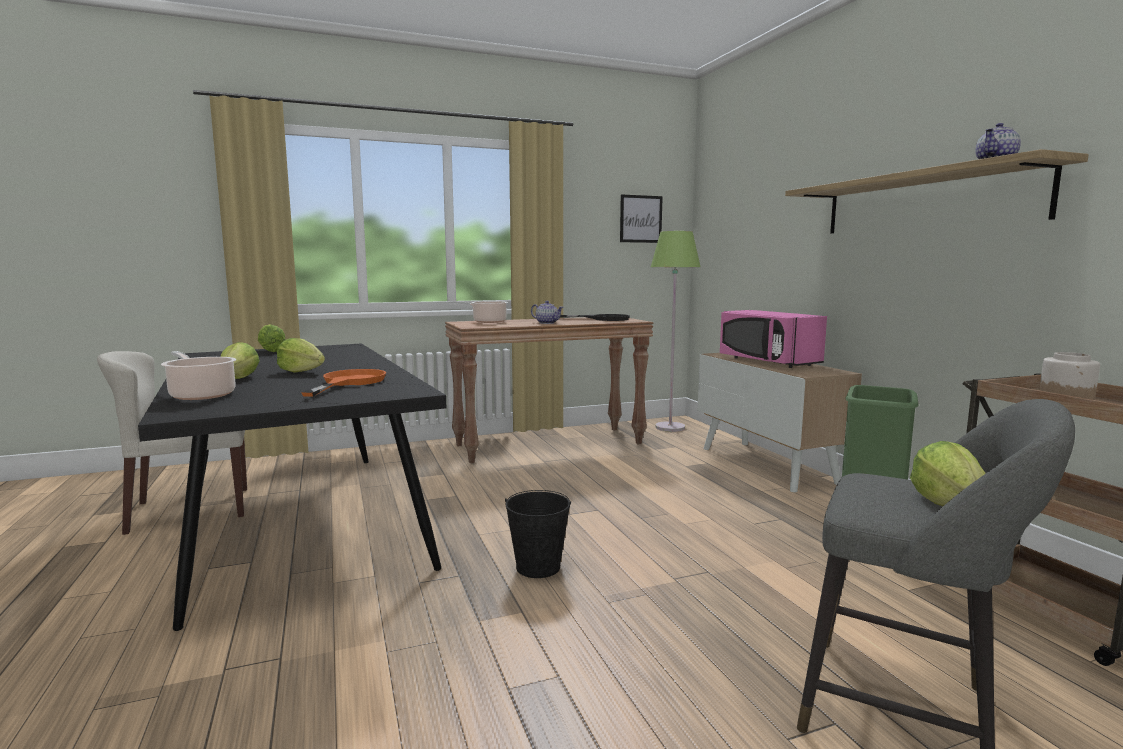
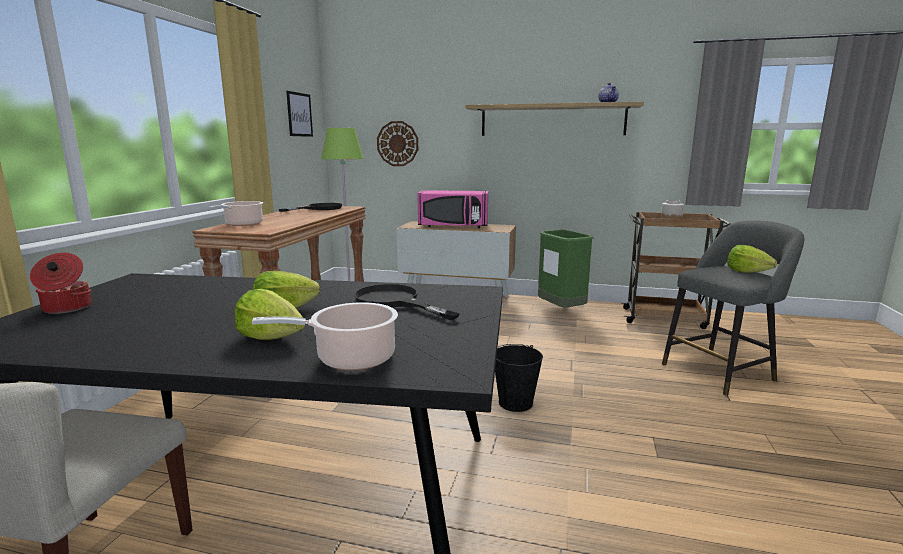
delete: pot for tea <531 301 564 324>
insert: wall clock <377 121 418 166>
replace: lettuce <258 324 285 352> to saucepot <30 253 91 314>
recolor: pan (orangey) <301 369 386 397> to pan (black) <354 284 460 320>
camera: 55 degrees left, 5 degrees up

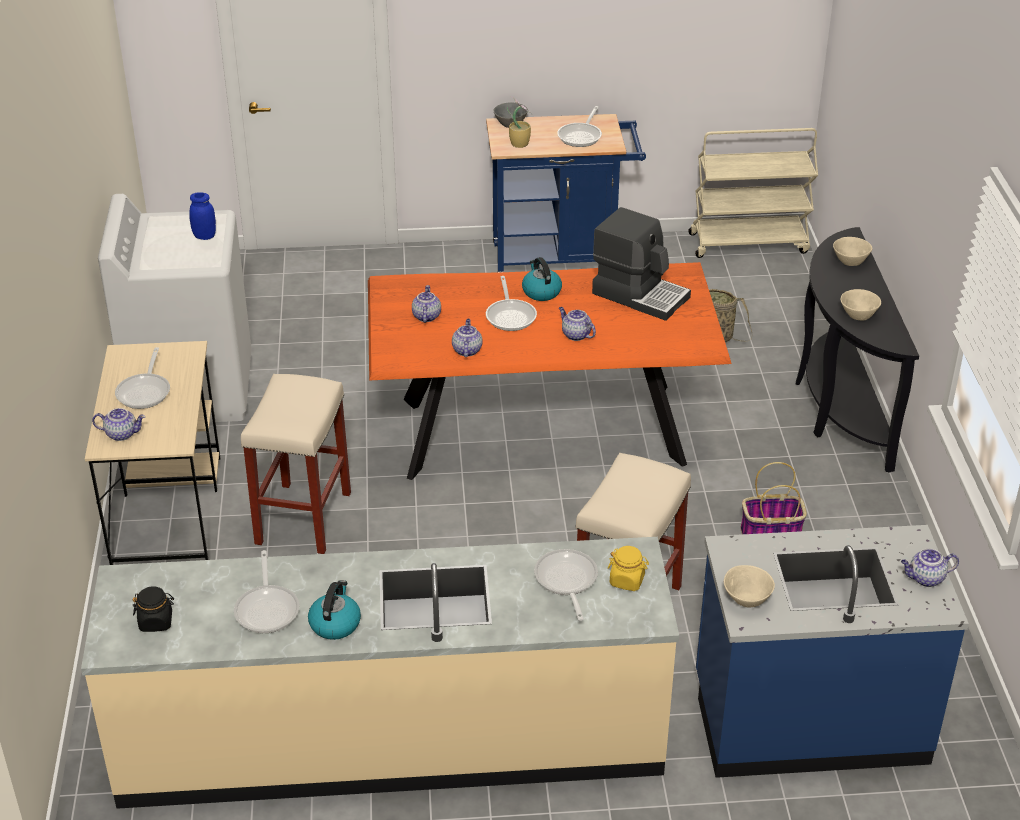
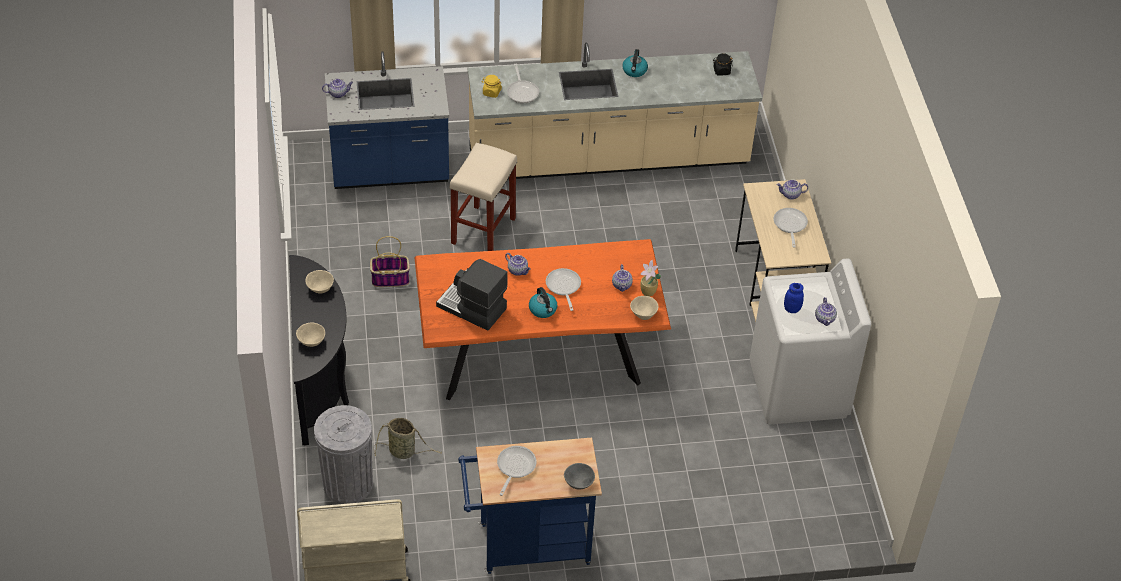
delete: pan <234 550 300 633>; stool (sand-coloured) <241 374 351 554>
insert: rubbish bin (grey) <314 405 373 504>
move: serving bowl (sand-coloured) <724 565 775 608> to <630 296 658 320>; plant in a pot <507 96 532 148> to <640 259 661 296>; pot for tea <452 319 482 357> to <815 297 837 326>
camera: 175 degrees right, 10 degrees up

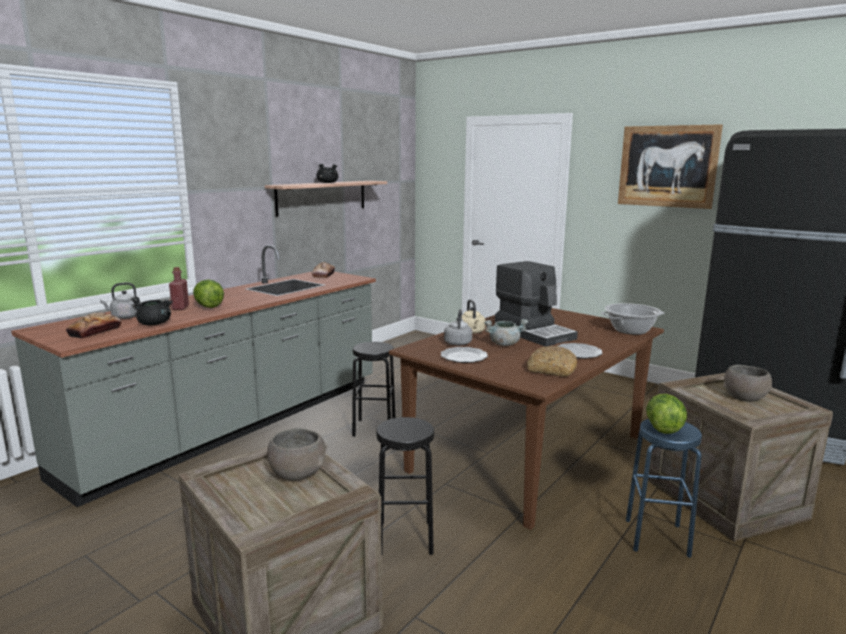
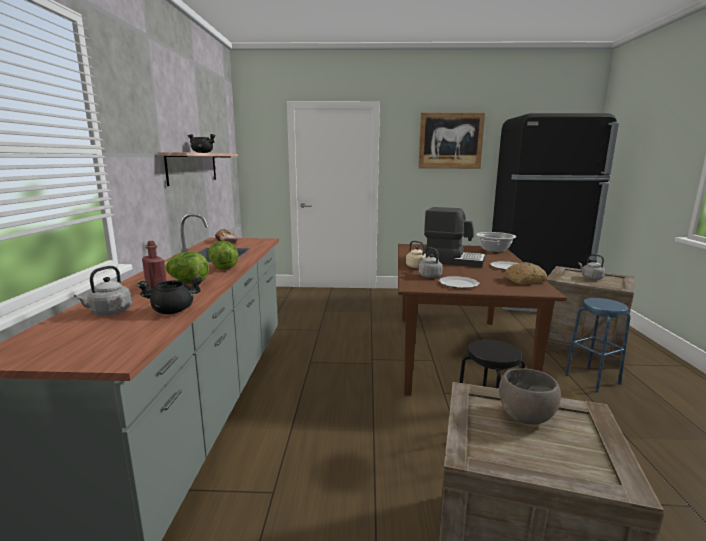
delete: bread <66 312 121 339>; stool (black) <352 342 395 437>; saucepot (grey) <484 319 528 346>
move: lettuce <646 394 687 434> to <208 240 239 270>
replace: serving bowl (grey) <724 365 772 402> to kettle (grey) <579 254 605 280>
camera: 35 degrees left, 0 degrees up

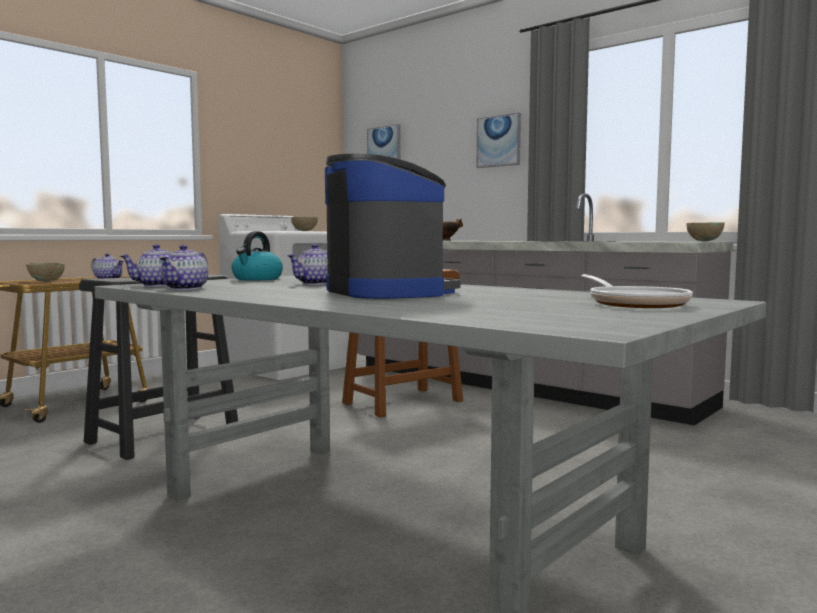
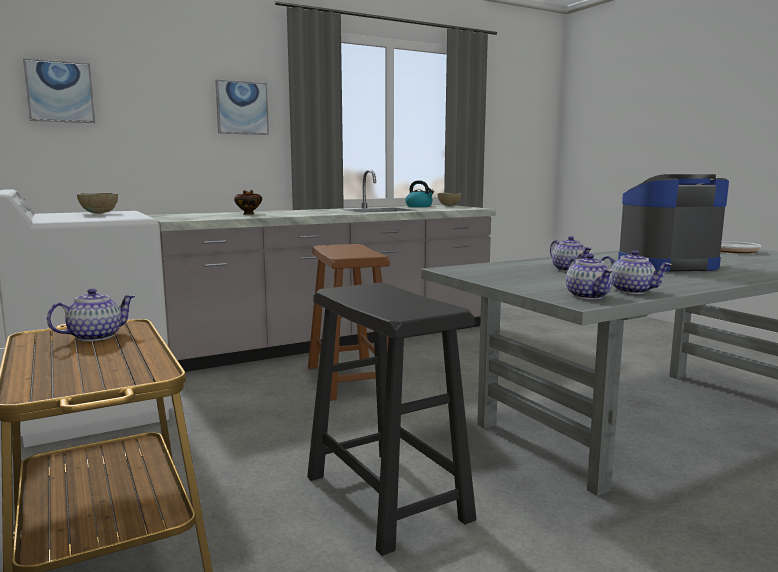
delete: serving bowl (sand-coloured) <26 263 65 282>
move: kettle <232 231 283 280> to <405 180 434 207>
camera: 70 degrees left, 5 degrees up

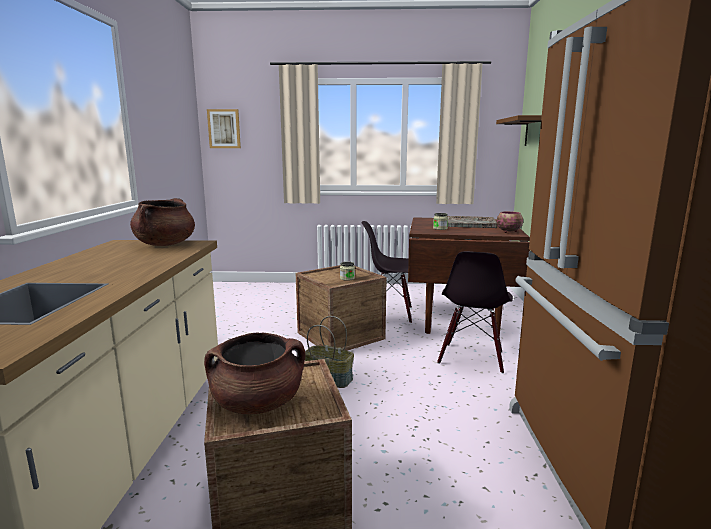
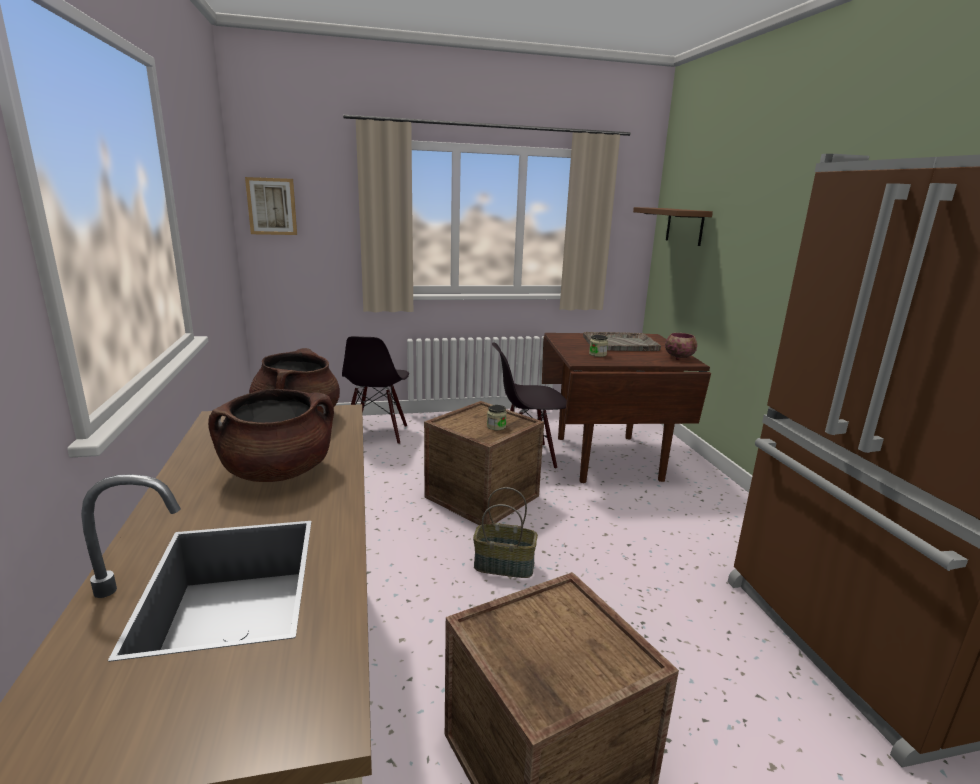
move: saucepot (brown-coloured) <204 332 306 414> to <208 389 334 482>; plain chair (black) <437 251 513 374> to <342 336 409 444>
camera: 15 degrees left, 5 degrees up

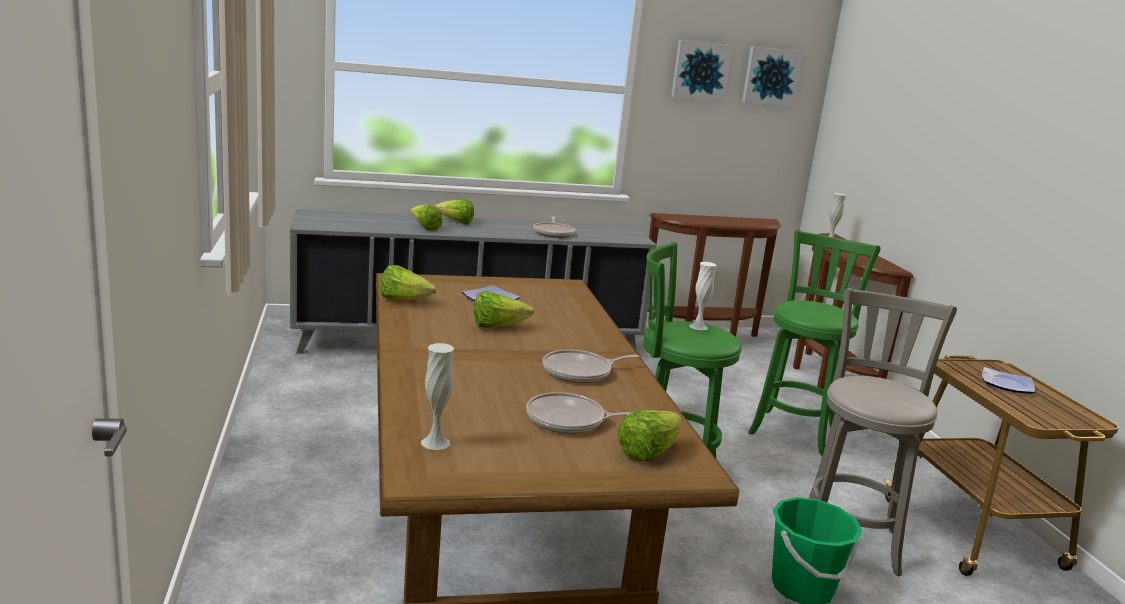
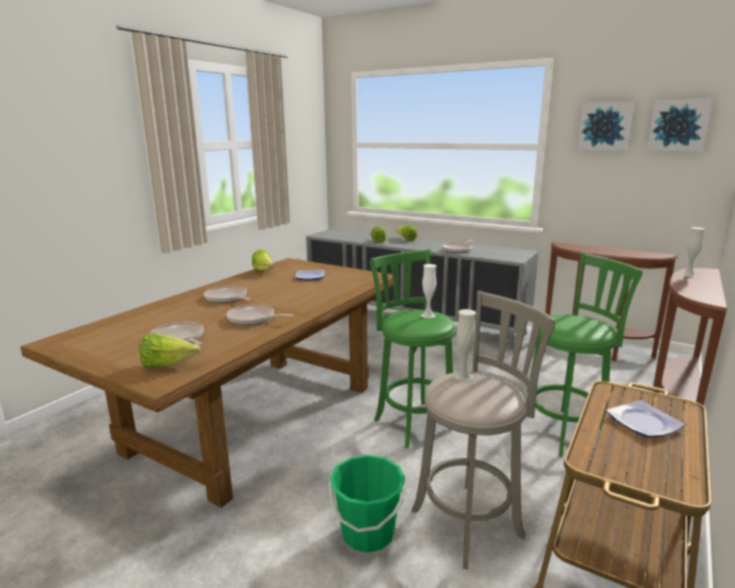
delete: lettuce <474 291 534 328>
insert: pan <204 286 251 303>
move: vase (white) <421 343 454 450> to <453 309 476 381>
camera: 45 degrees right, 0 degrees up

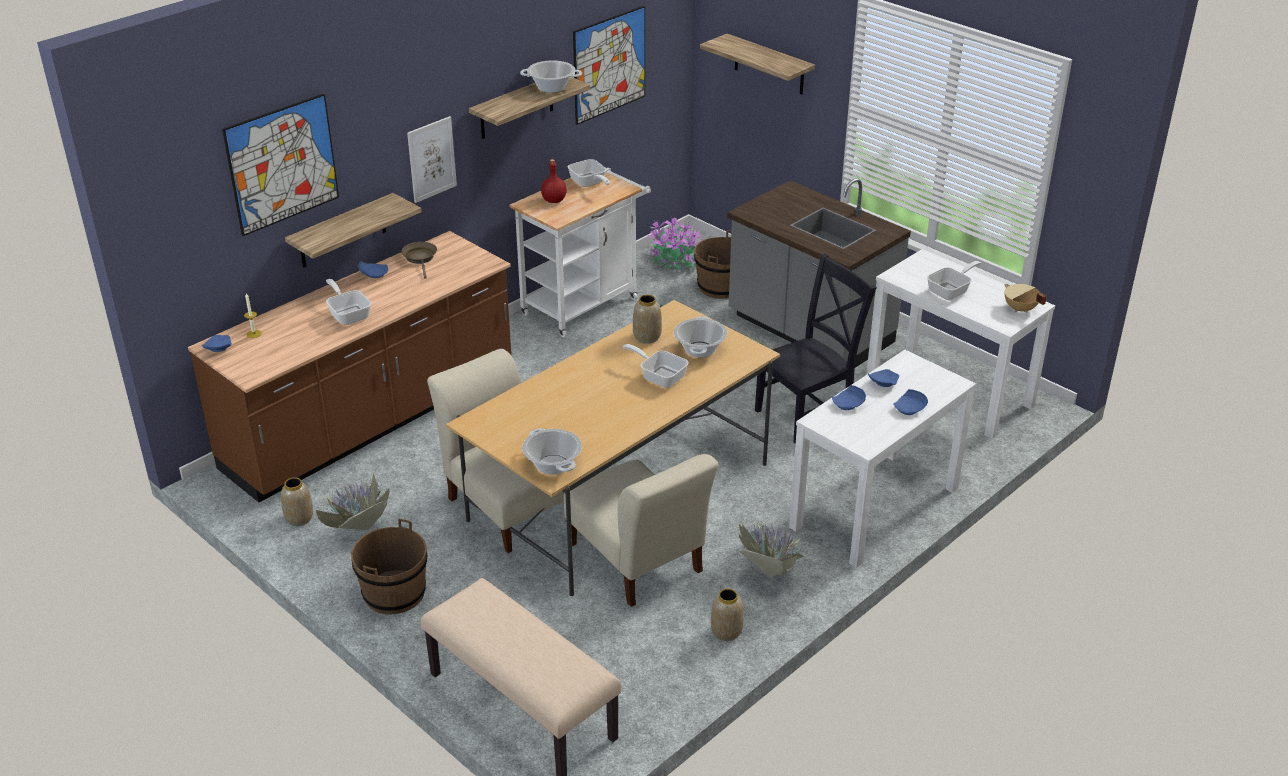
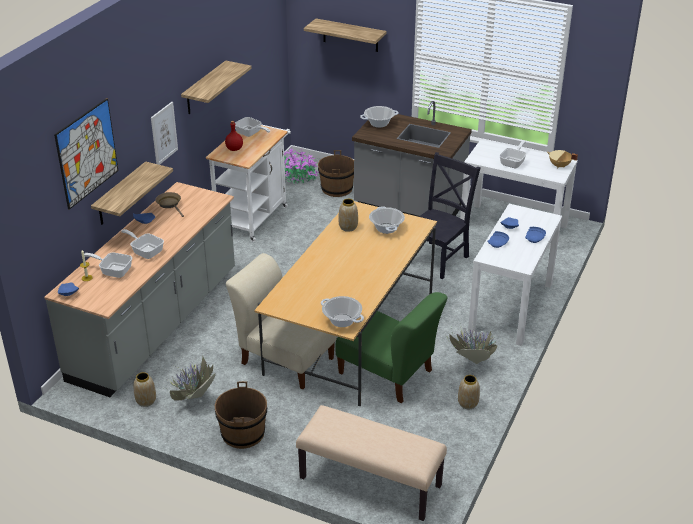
delete: picture <573 5 645 125>
move: pan <623 344 688 388> to <84 252 132 278>; saucepot <520 60 582 93> to <360 106 399 128>
recolor: counter (brown-coloured) <188 231 511 502> to counter (grey) <44 182 235 397>; plain chair (sand-coloured) <564 454 718 607> to plain chair (green-coloured) <336 292 447 403>
camera: 20 degrees left, 0 degrees up

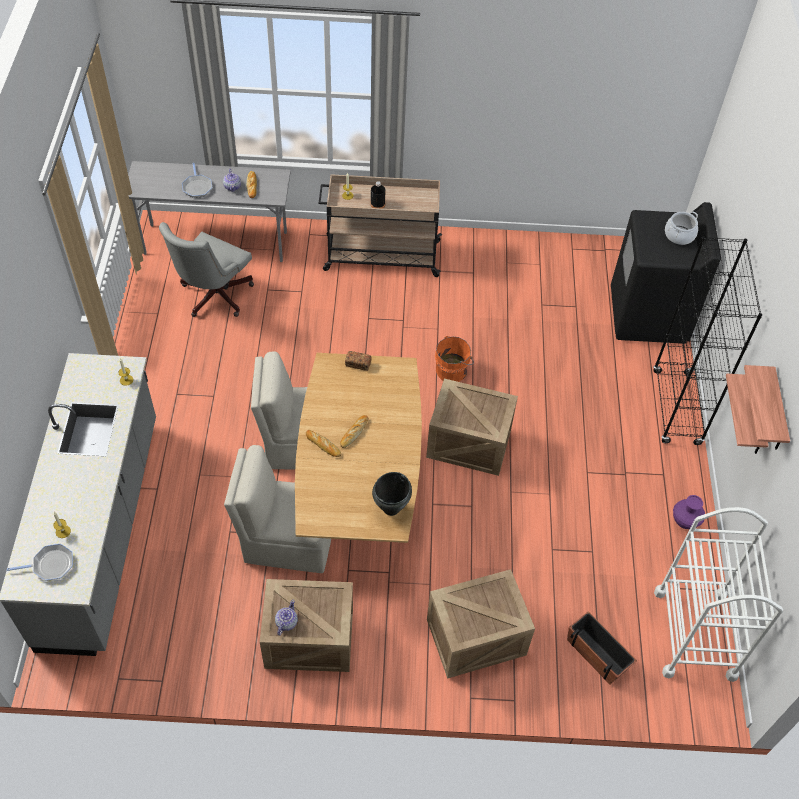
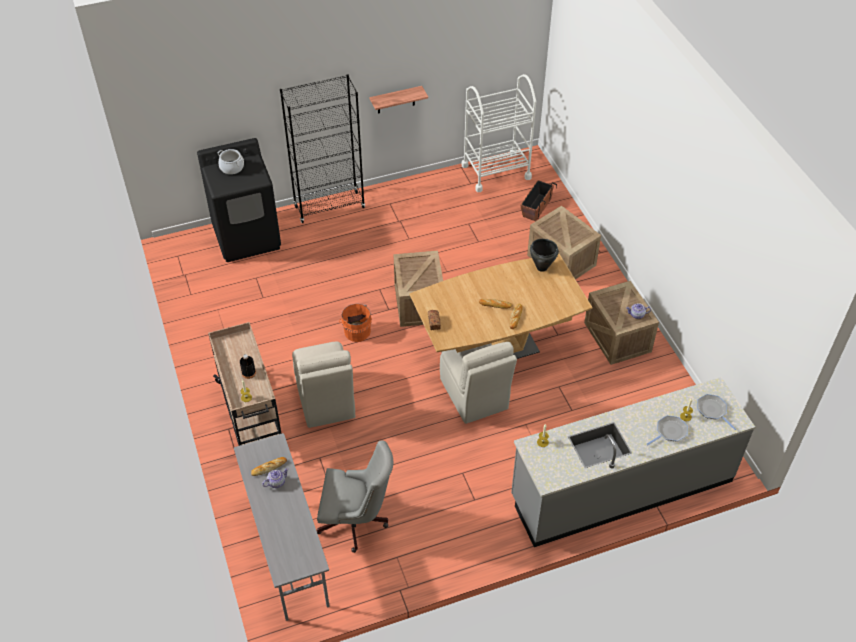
delete: vase (purple) <673 495 705 529>; shelf <744 365 790 450>
move: plain chair (sand-coloured) <224 445 331 573> to <292 341 355 428>; pan <182 163 212 198> to <647 415 688 445>
camera: 110 degrees left, 5 degrees down

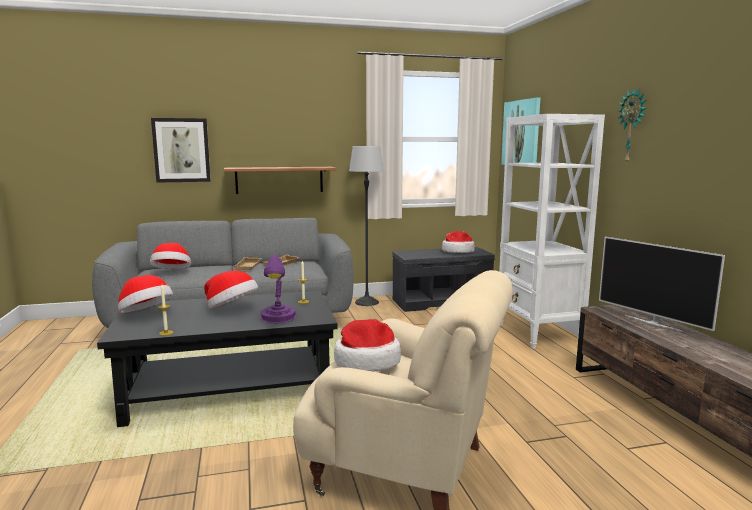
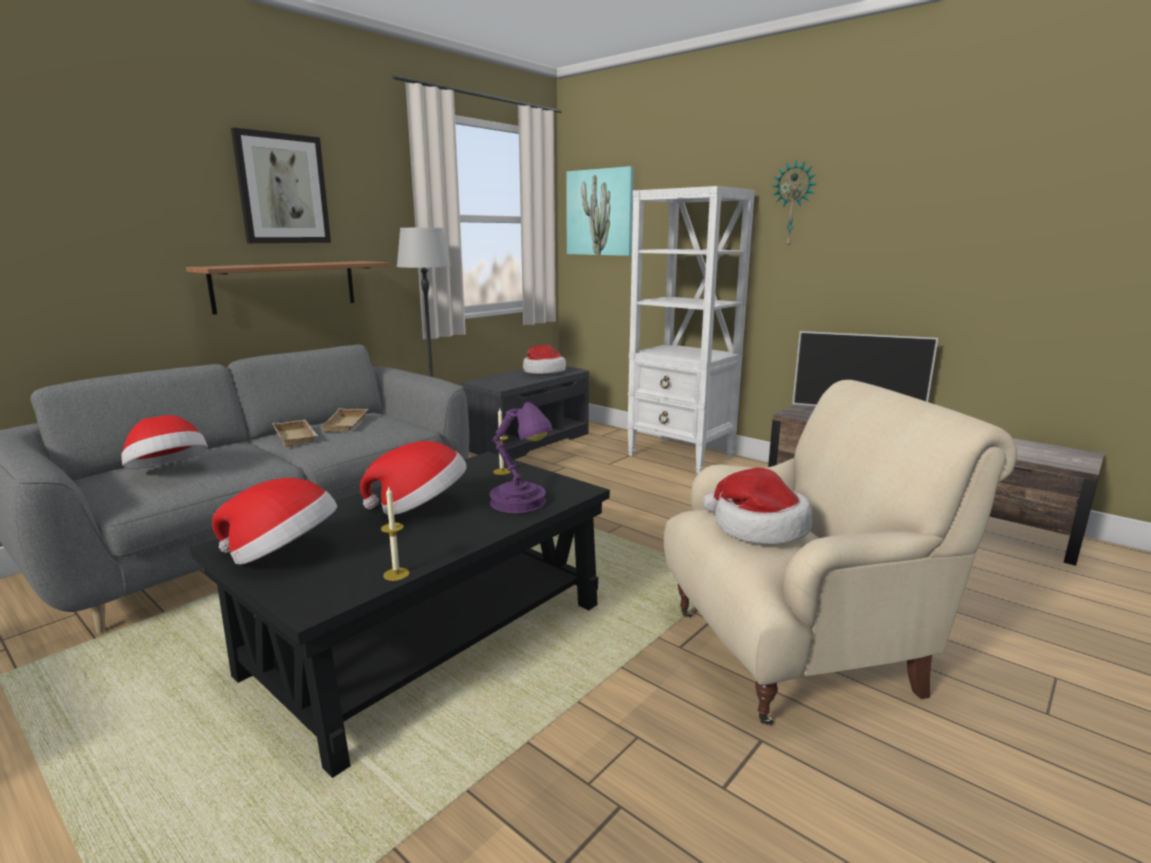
move: picture <151 118 211 183> to <231 128 331 243>
camera: 35 degrees left, 5 degrees up

